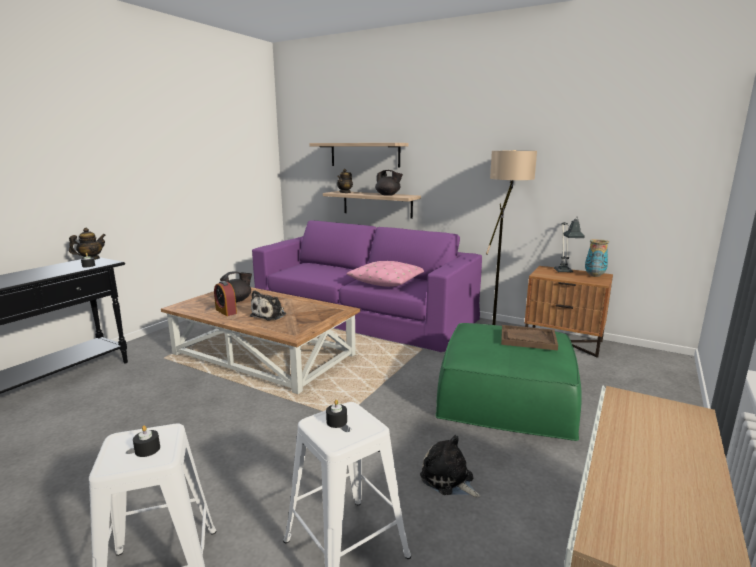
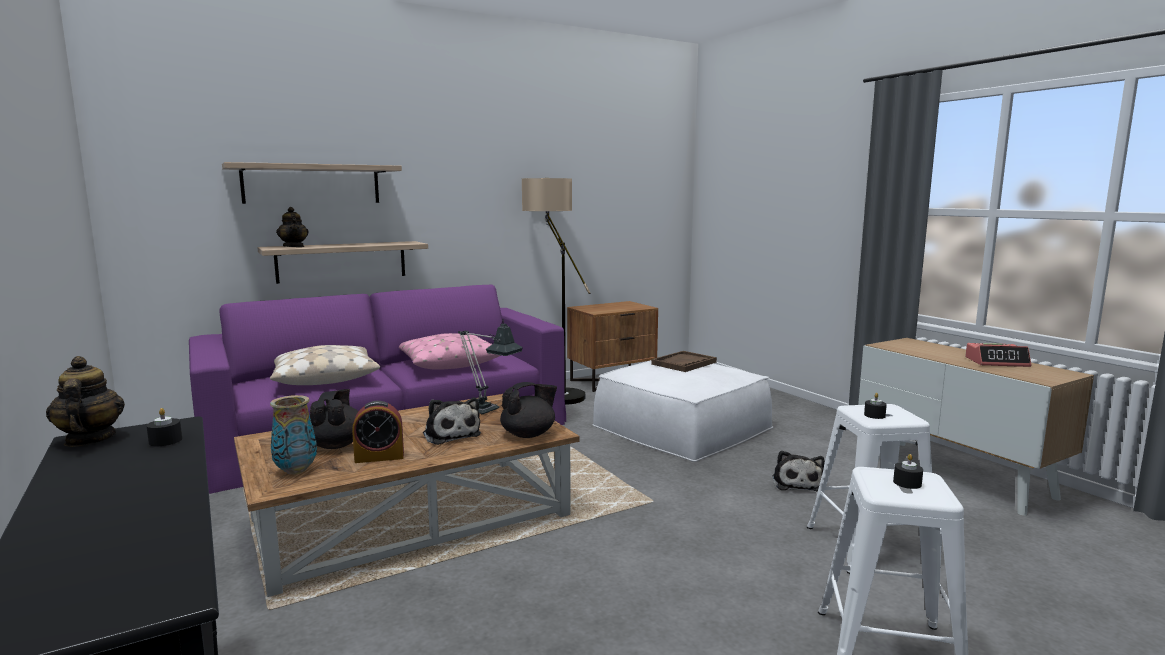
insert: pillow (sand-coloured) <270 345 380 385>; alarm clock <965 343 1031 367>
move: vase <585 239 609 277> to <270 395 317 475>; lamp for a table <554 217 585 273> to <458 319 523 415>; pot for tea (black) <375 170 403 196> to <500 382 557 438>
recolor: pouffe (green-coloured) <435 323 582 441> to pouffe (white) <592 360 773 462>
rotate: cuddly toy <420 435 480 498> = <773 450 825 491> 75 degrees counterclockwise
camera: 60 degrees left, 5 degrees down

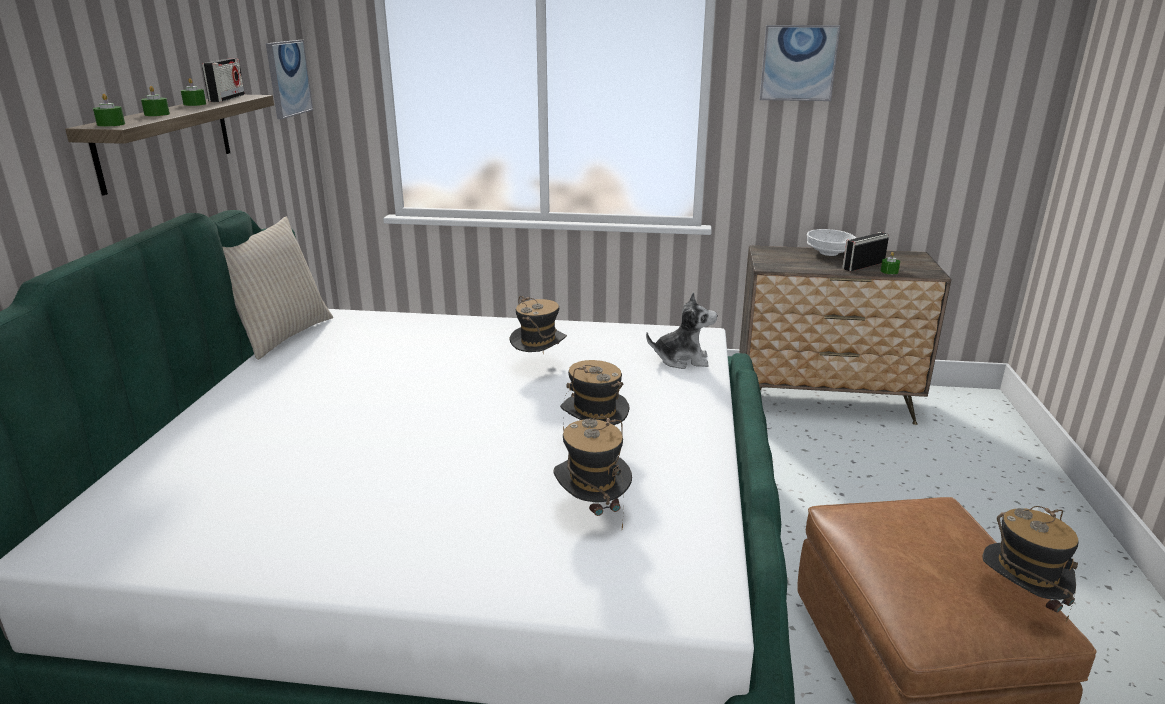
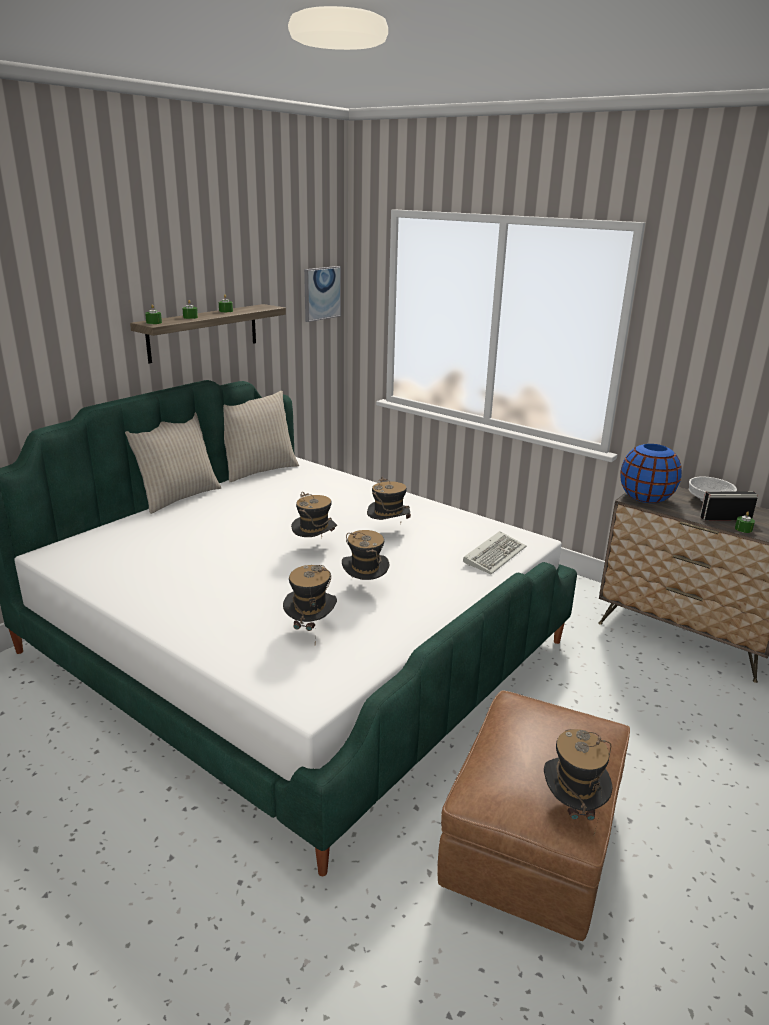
delete: radio <202 59 245 102>; picture <759 25 840 101>
insert: pillow (sand-coloured) <125 412 221 514>; hat <291 492 337 537>; vase (blue-coloured) <620 444 682 503>
replace: cuddly toy <646 292 717 369> to computer keyboard <463 531 526 574>
camera: 30 degrees right, 0 degrees up

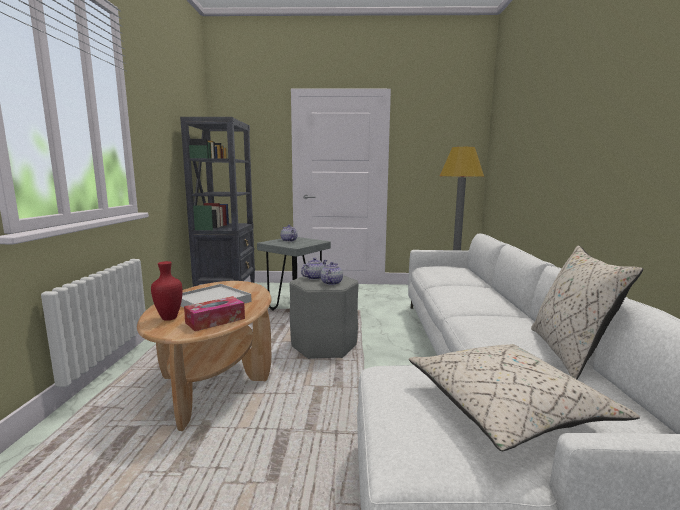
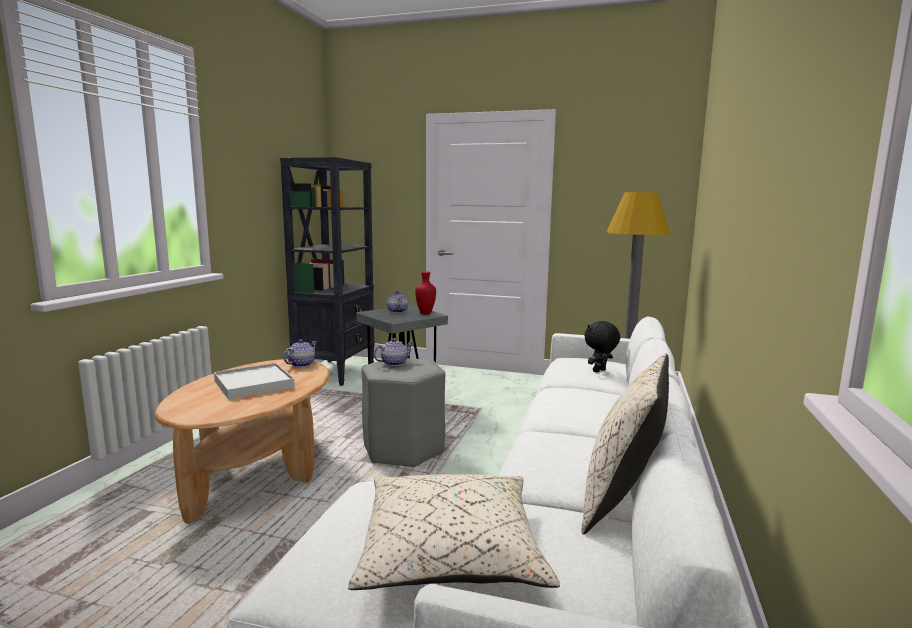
delete: tissue box <184 296 245 331>
insert: cuddly toy (black) <584 321 620 373>
move: pot for tea <320 262 343 285> to <284 339 317 367>; vase (red) <151 261 182 321> to <415 271 436 315>
camera: 15 degrees right, 0 degrees up

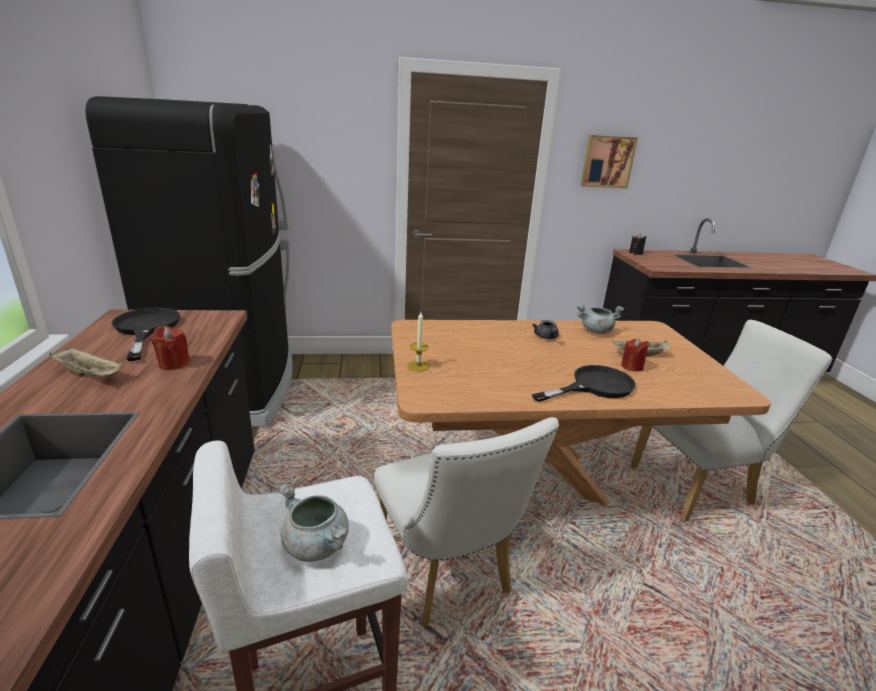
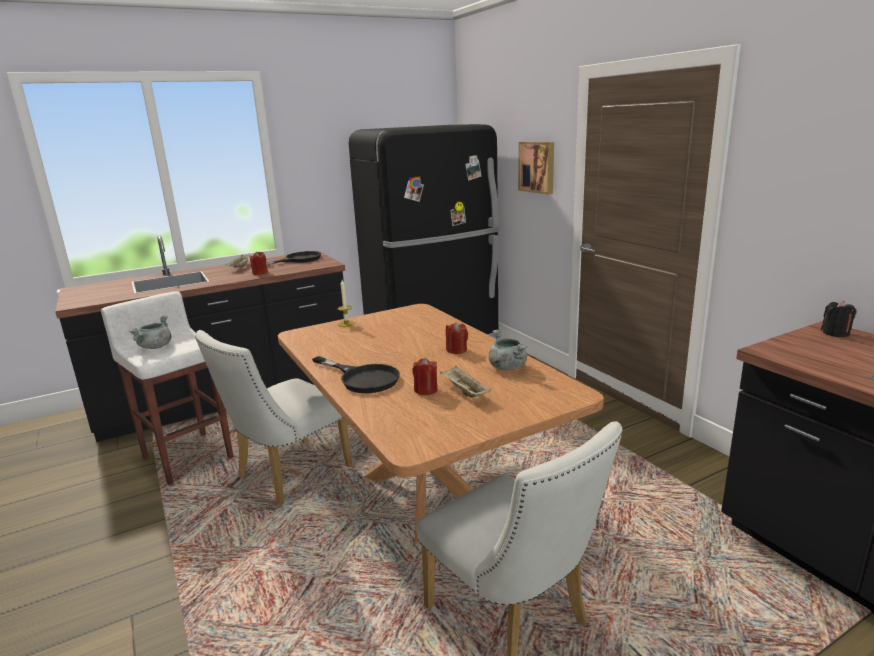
move: picture <581 135 638 188> to <518 142 554 195>
replace: pot for tea (grey) <532 320 559 339> to candle (red) <446 322 468 354>
camera: 70 degrees right, 5 degrees down

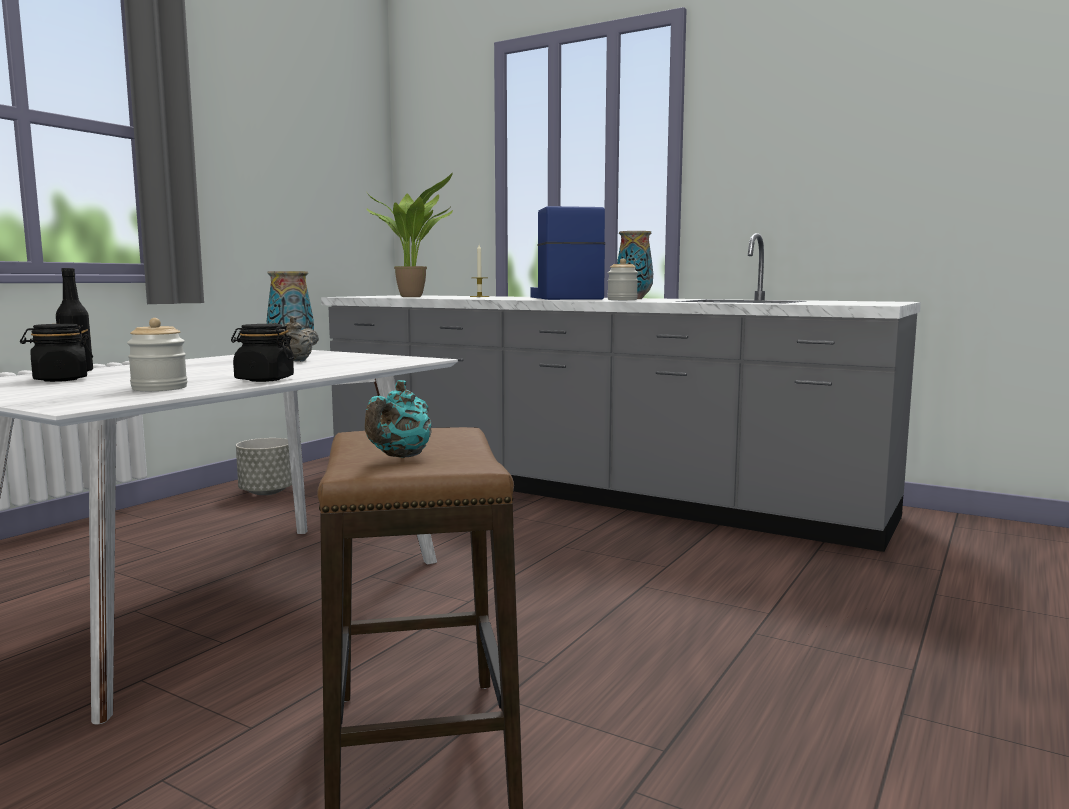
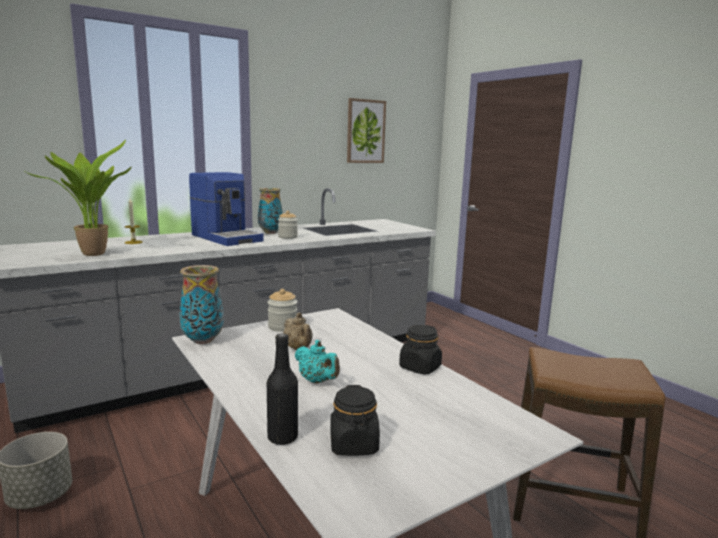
insert: picture <347 98 386 163>
move: jar <127 318 187 391> to <267 289 298 332>; pot for tea (turquoise-coloured) <365 380 431 458> to <295 340 340 384>
rotate: coffee brewer <531 206 605 300> = <189 172 264 246> 150 degrees counterclockwise
camera: 65 degrees left, 5 degrees up

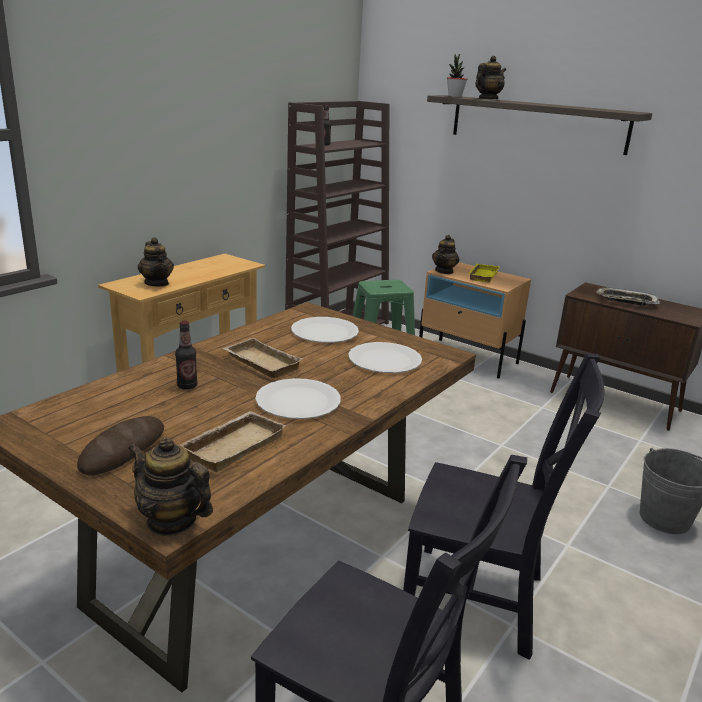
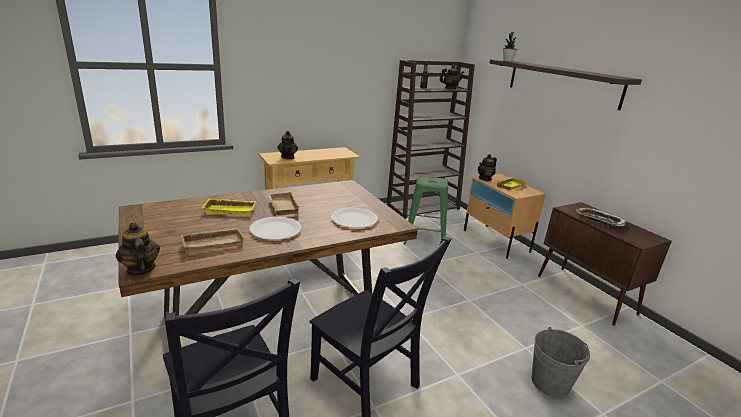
delete: bread <77 416 164 476>; dinner plate (white) <291 317 359 343>
move: pot for tea <475 56 506 99> to <439 64 464 89>
replace: drink bottle <175 321 197 390> to carrying tray (yellowish) <202 198 256 215>
camera: 25 degrees right, 0 degrees up

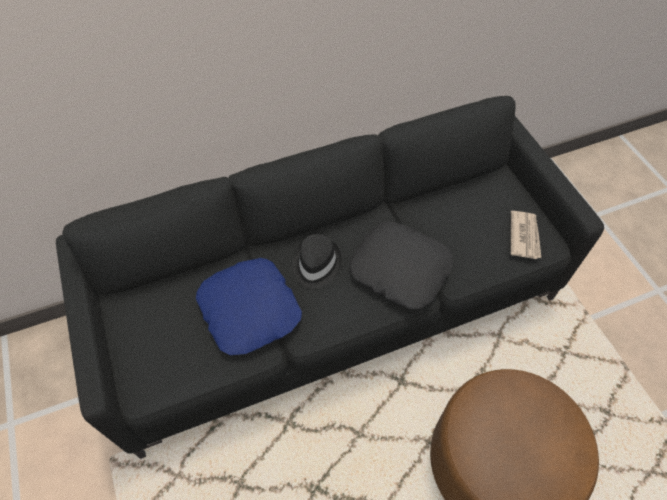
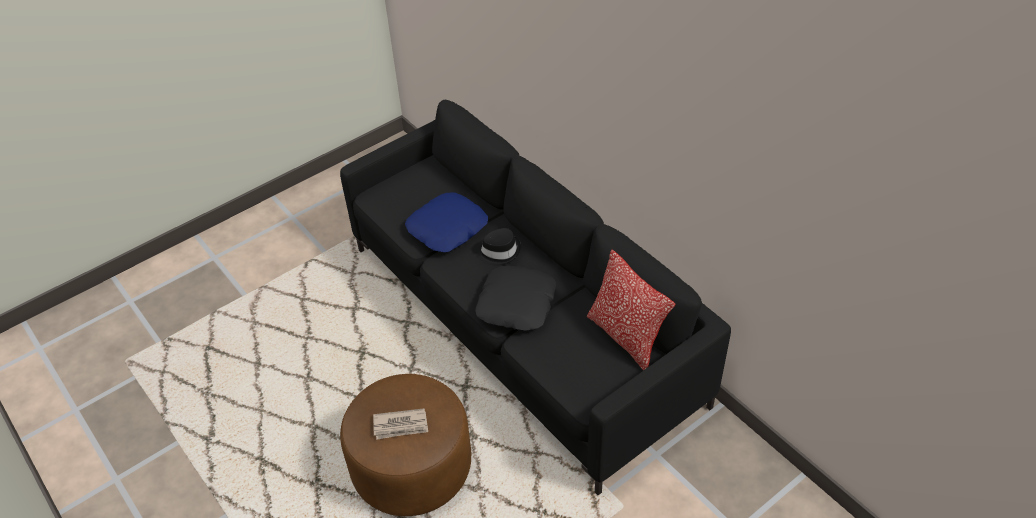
insert: pillow <587 250 675 370>
move: daily paper <510 211 541 259> to <373 408 428 440>
camera: 75 degrees right, 10 degrees down

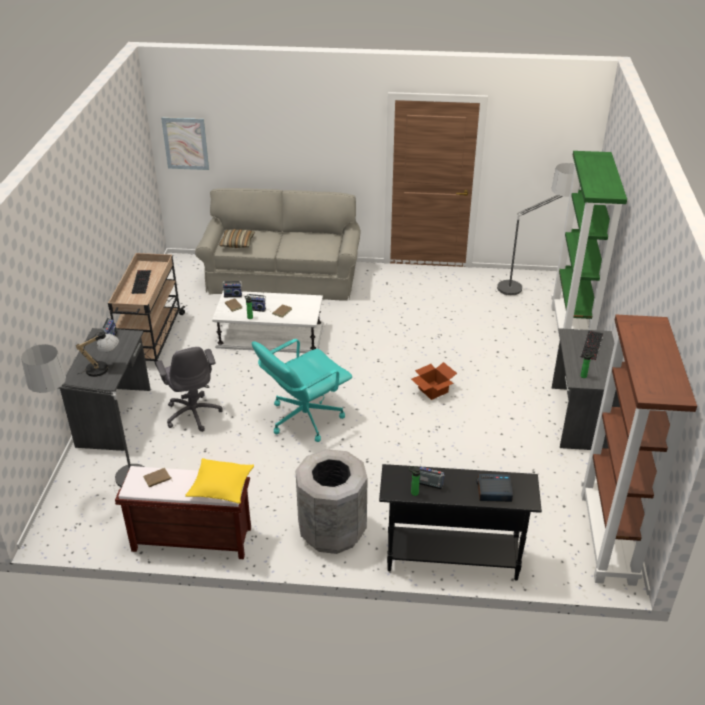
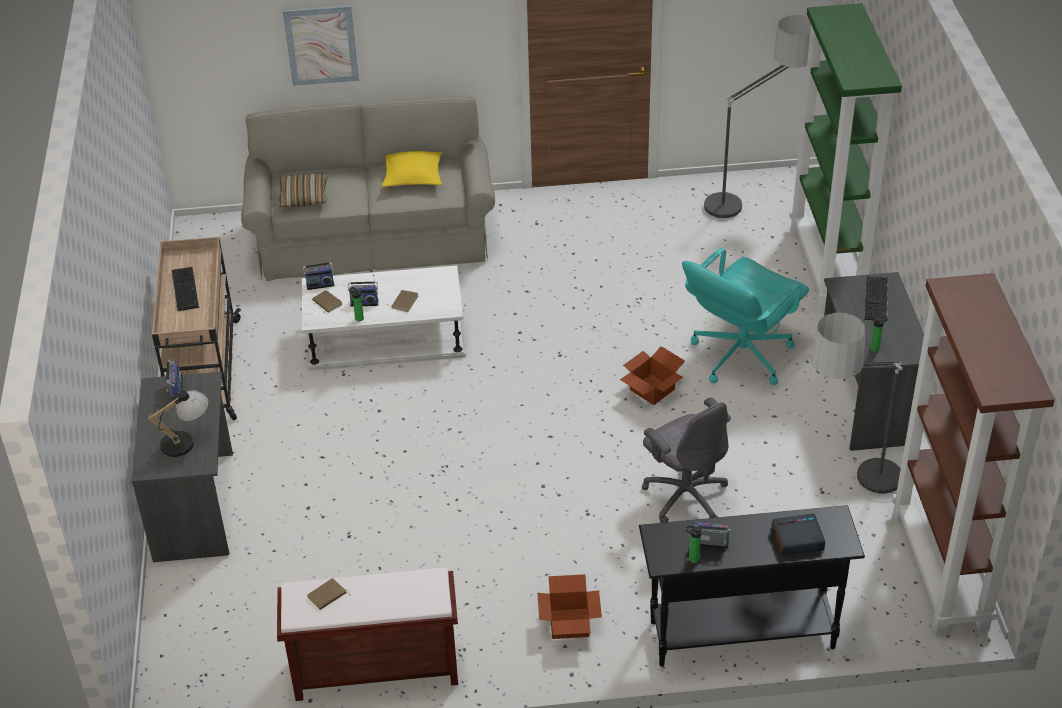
move: picture <161 117 209 170> to <283 5 359 86>; pillow (yellowish) <185 458 254 504> to <382 151 442 187>; desk chair (grey) <156 347 223 432> to <642 398 731 523>; desk chair (turquoise-coloured) <252 339 352 442> to <682 248 809 385>; standing lamp <21 344 145 494> to <811 313 903 503>
replace: rubbish bin (grey) <295 449 368 554> to packing box <537 574 602 639>
camera: 10 degrees left, 5 degrees up

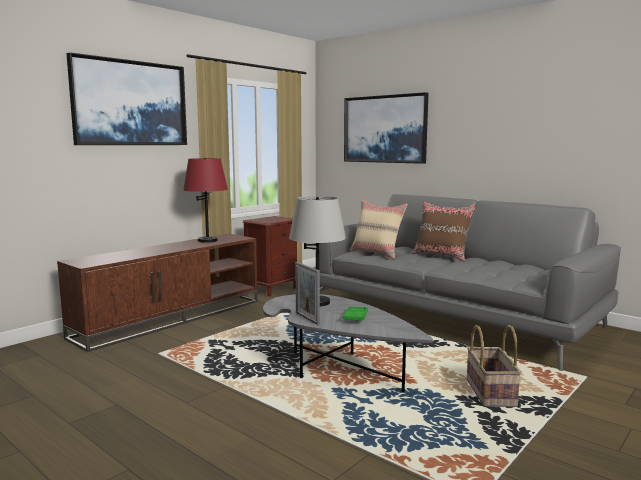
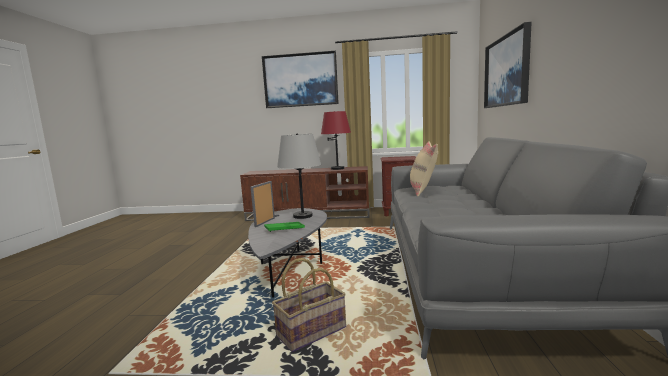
delete: pillow (brown-coloured) <412 201 476 261>
camera: 55 degrees right, 0 degrees up

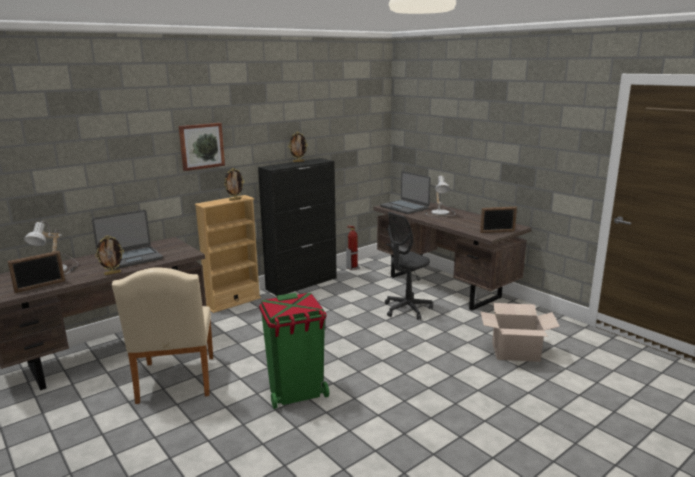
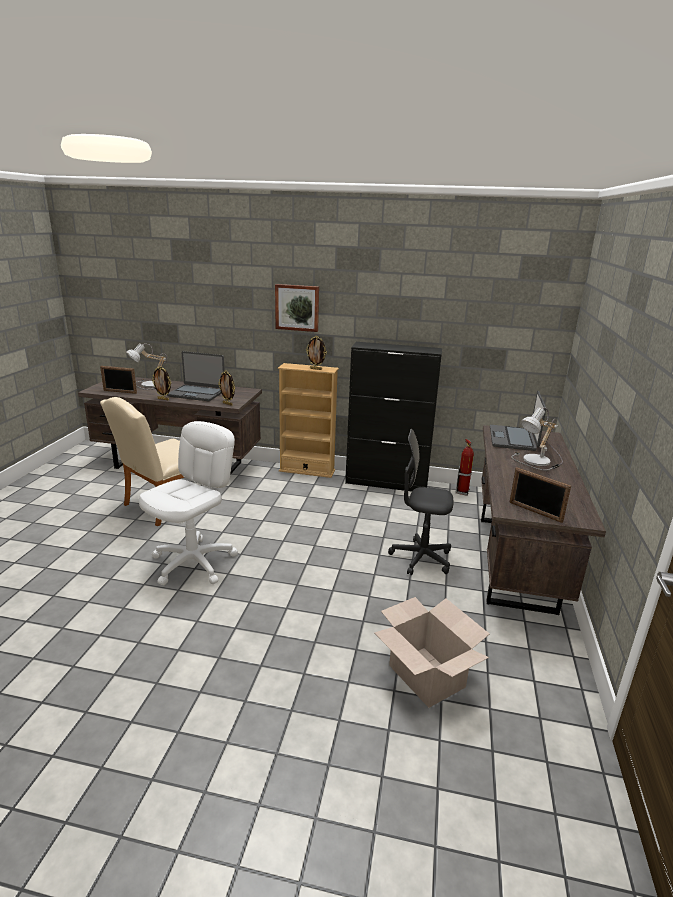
move: picture frame <288 132 308 162> to <218 371 235 406>
replace: rubbish bin (green-coloured) <259 293 329 409> to desk chair (white) <139 421 238 585>
camera: 50 degrees right, 5 degrees up

